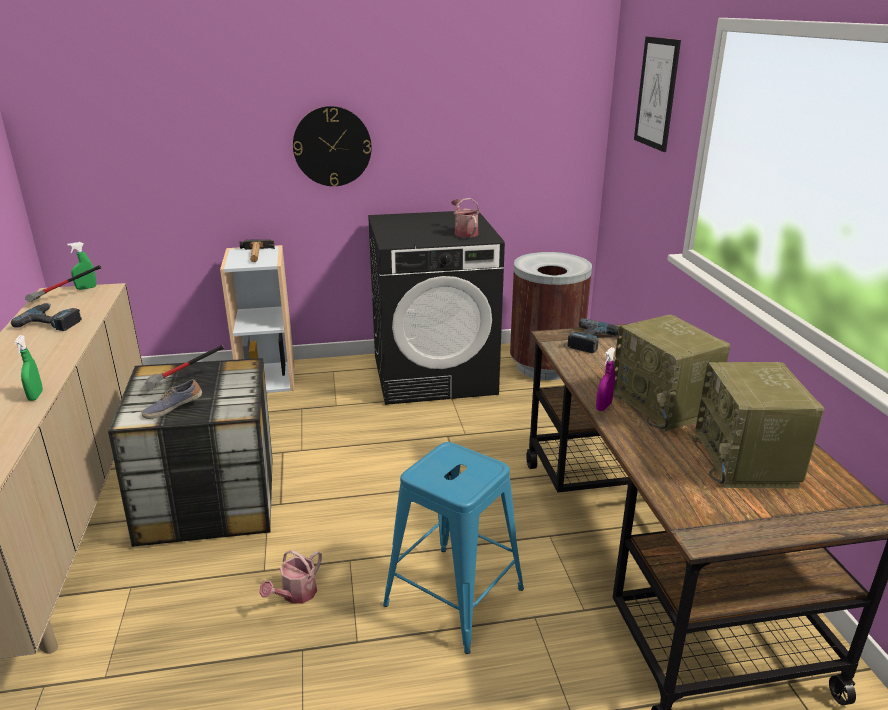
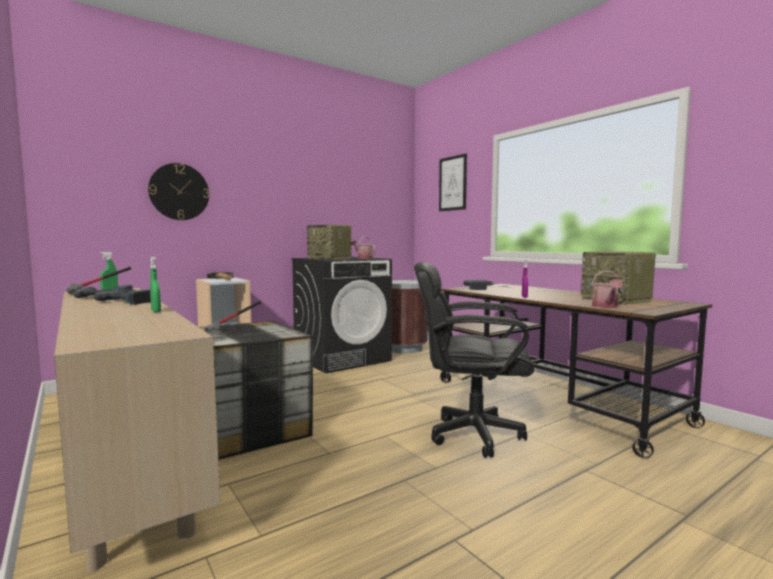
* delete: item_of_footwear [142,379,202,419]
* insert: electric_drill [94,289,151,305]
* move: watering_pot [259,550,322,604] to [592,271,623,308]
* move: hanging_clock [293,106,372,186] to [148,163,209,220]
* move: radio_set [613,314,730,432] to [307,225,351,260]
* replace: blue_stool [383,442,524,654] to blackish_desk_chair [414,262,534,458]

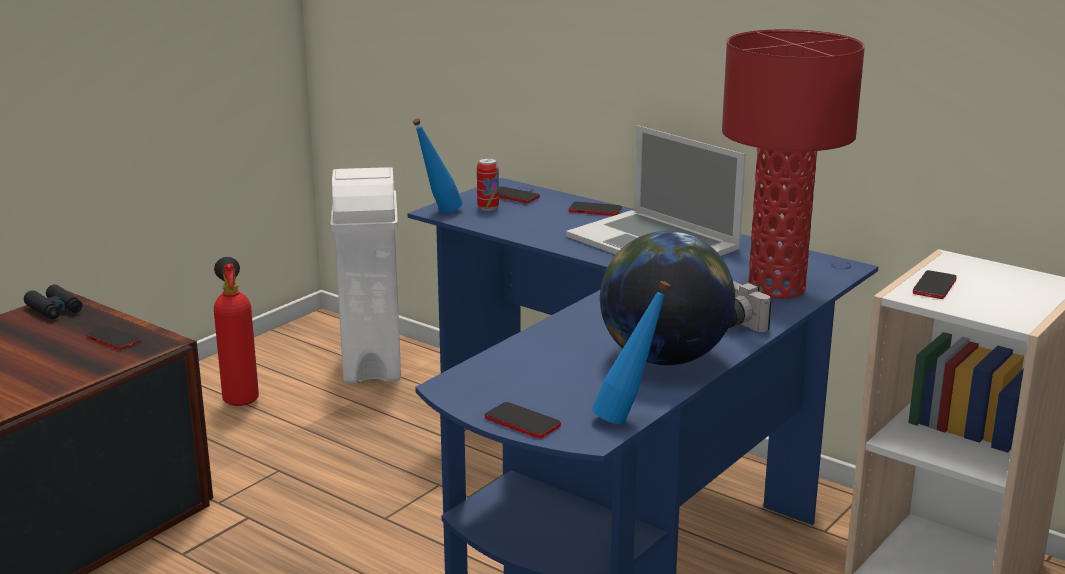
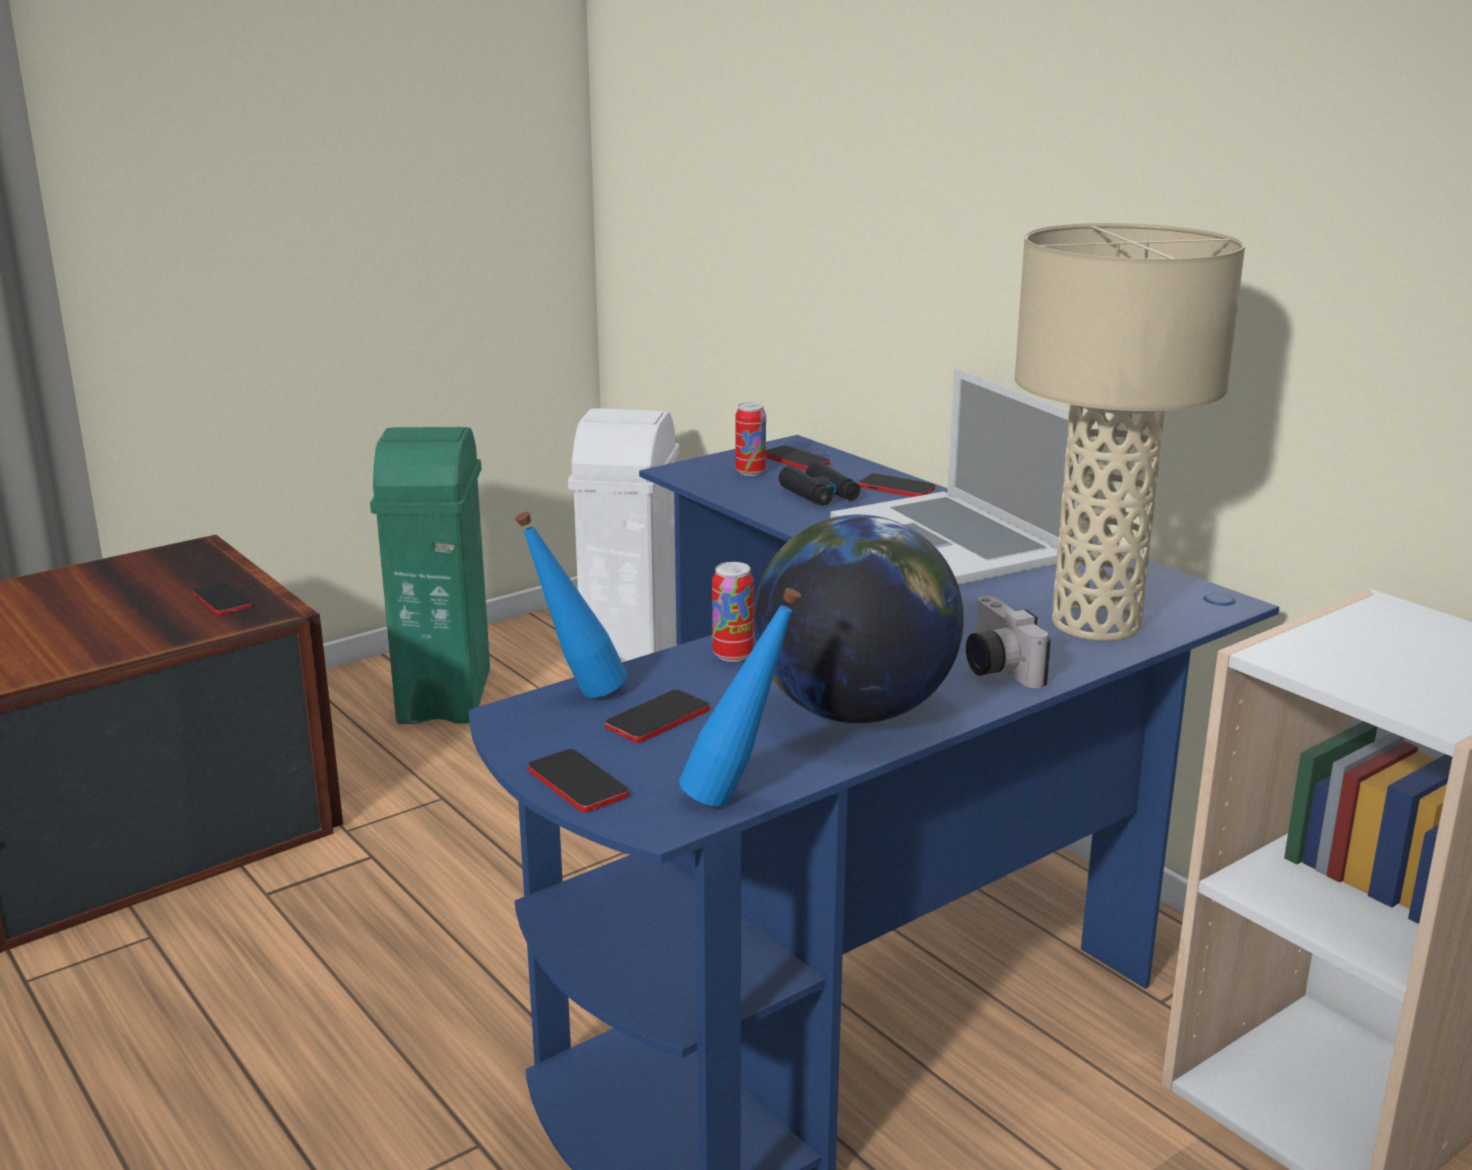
* insert: metal_can [712,562,754,662]
* move: blackish_pair_of_binoculars [24,284,83,319] to [779,461,860,506]
* move: blue_drink_bottle [412,118,463,213] to [515,512,627,698]
* move: phone [913,270,957,299] to [605,690,709,743]
* replace: fire-fighting_cylinder [214,257,259,406] to green-coloured_rubbish_bin [370,427,490,724]
* recolor: reddish_lamp_for_a_table [722,29,865,299] to beige_lamp_for_a_table [1015,223,1245,641]

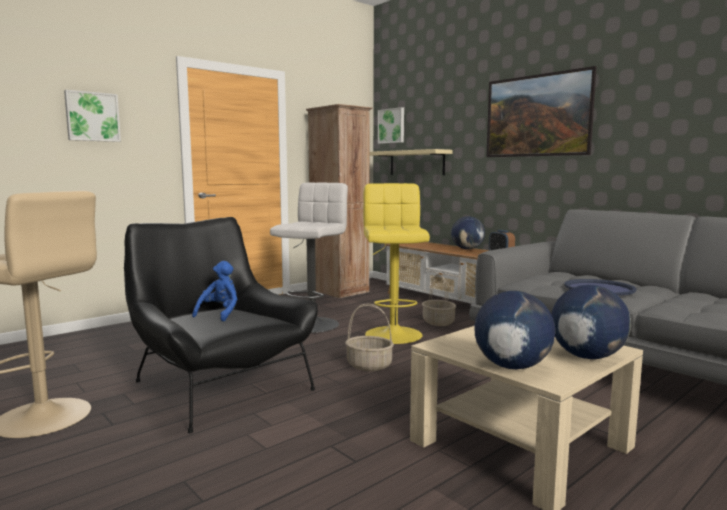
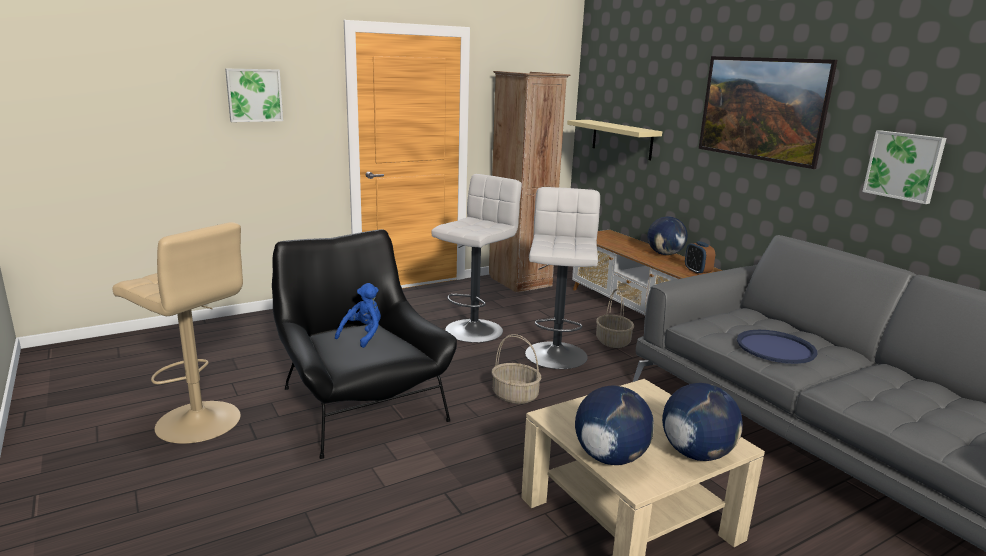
* move: picture [378,107,404,144] to [862,130,947,204]
* recolor: yellow_stool [363,183,430,344] to whitish_stool [525,187,600,369]

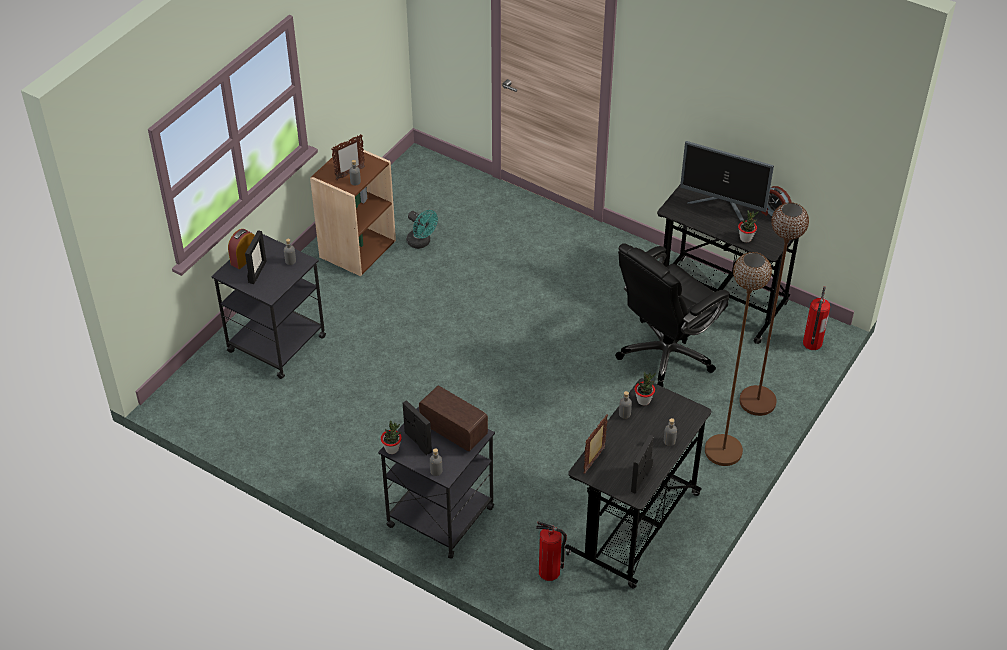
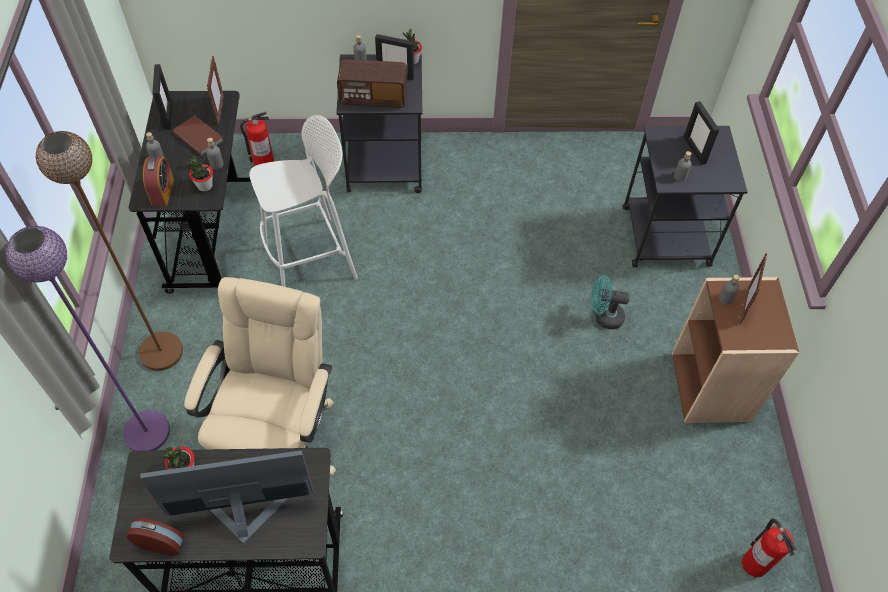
* insert: brown-coloured_volume [173,115,224,156]
* insert: whitish_stool [249,115,358,287]
* move: bedside_clock [228,229,255,269] to [143,156,174,206]
* move: turquoise-coloured_fan [406,210,438,249] to [592,275,630,329]
* move: fire-fighting_cylinder [803,286,830,350] to [742,519,796,577]
* recolor: blackish_desk_chair [615,243,730,387] to beige_desk_chair [184,277,336,476]
* recolor: brown-coloured_standard_lamp [739,202,809,416] to purple-coloured_standard_lamp [5,226,170,451]

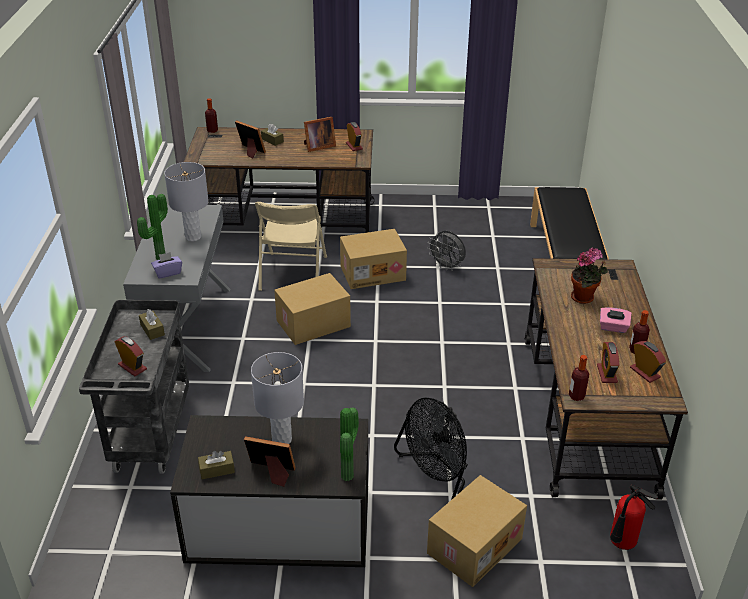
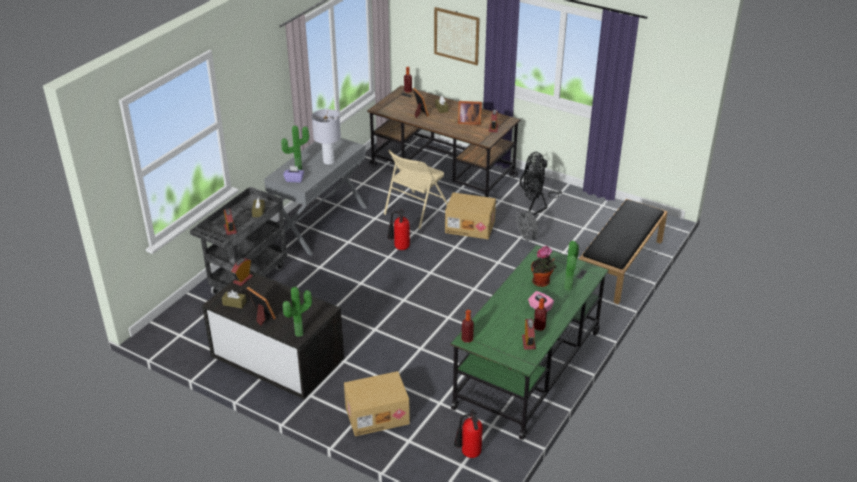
* delete: grey_lamp_for_a_table [251,352,304,444]
* insert: picture [434,7,480,65]
* insert: houseplant [564,241,579,291]
* move: blackish_fan [394,398,468,500] to [520,152,563,215]
* move: bedside_clock [597,342,619,383] to [231,258,253,286]
* replace: cardboard_box [274,273,351,345] to fire-fighting_cylinder [387,209,410,250]
* recolor: brown-coloured_desk_unit [524,258,688,500] to green-coloured_desk_unit [451,245,609,440]

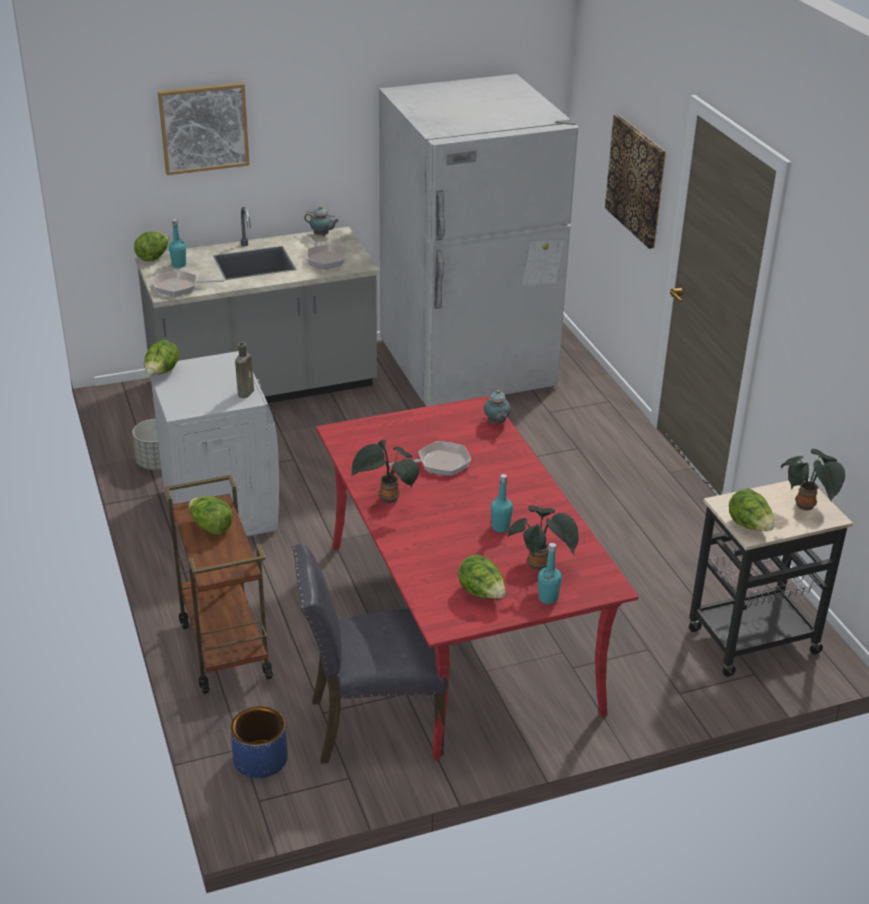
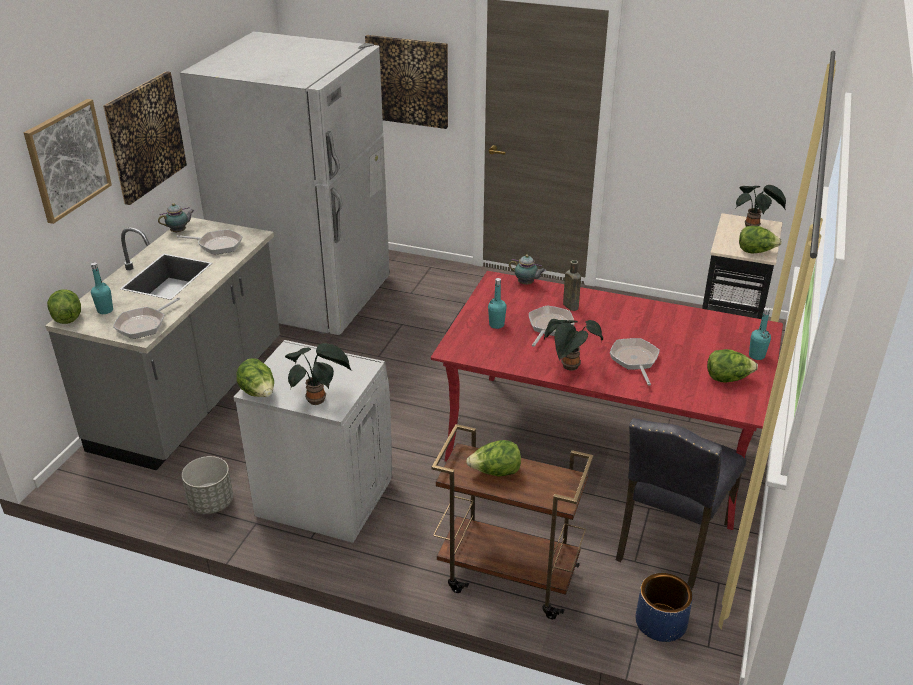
* insert: picture [103,71,187,205]
* insert: skillet [610,338,660,385]
* move: brown-coloured_drink_bottle [235,342,254,398] to [563,260,581,311]
* move: turquoise-coloured_drink_bottle [491,474,513,533] to [488,278,507,329]
* move: houseplant [508,505,578,571] to [285,343,352,405]

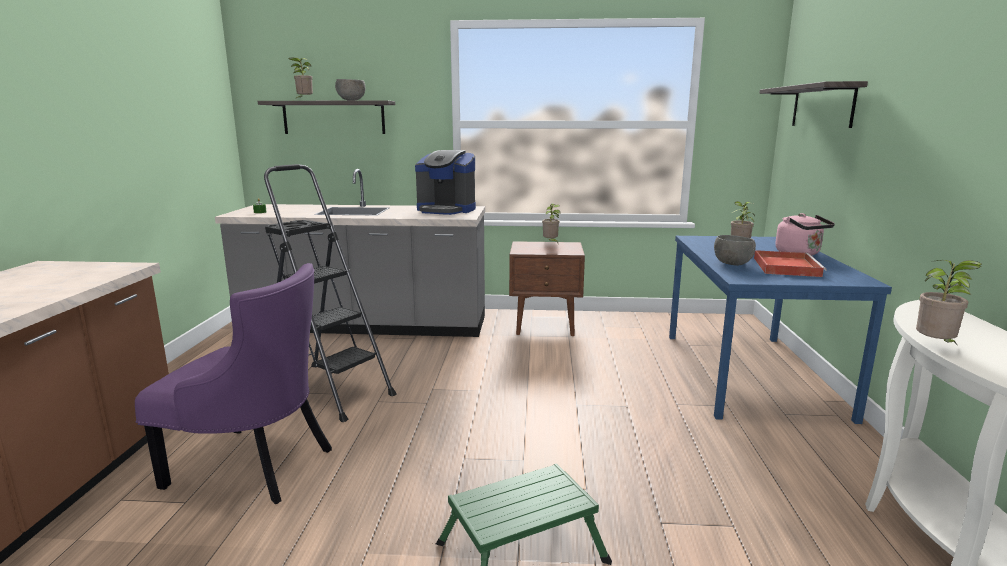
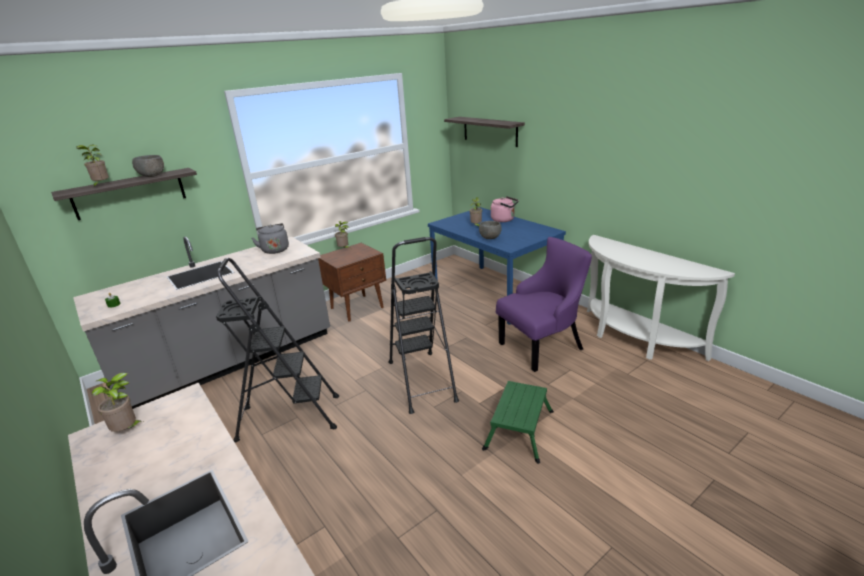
* delete: reddish_carrying_tray [754,250,826,277]
* insert: step_stool [388,237,459,414]
* move: purple-coloured_upright_chair [135,263,332,504] to [495,237,592,372]
* move: houseplant [916,260,983,344] to [92,372,143,432]
* replace: coffee_machine [415,150,476,215] to grey_kettle [252,223,289,254]

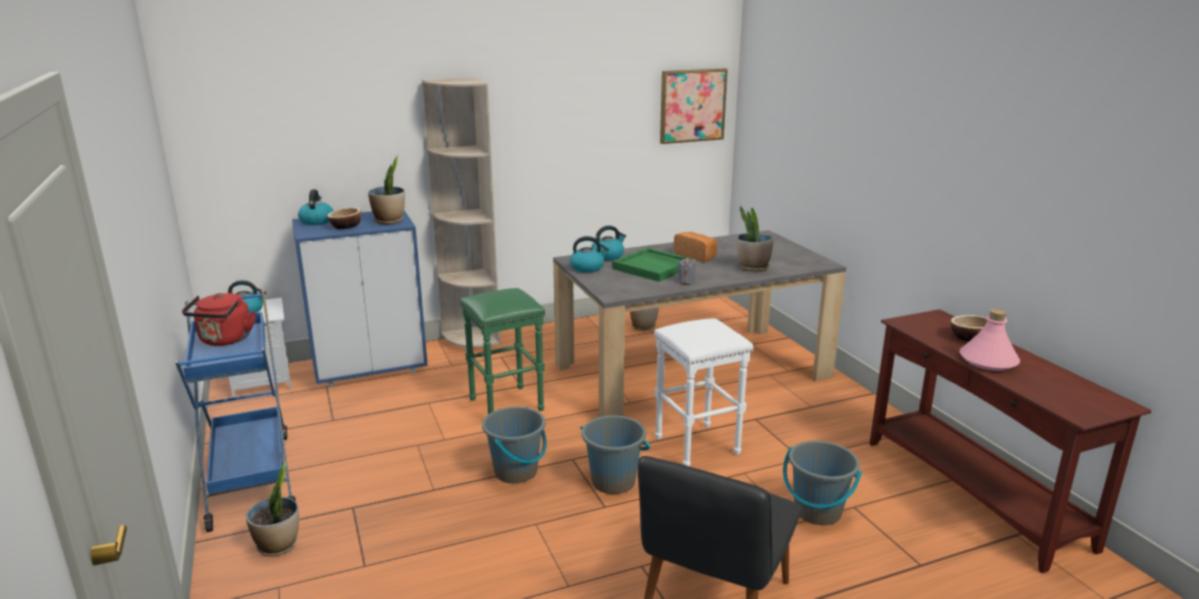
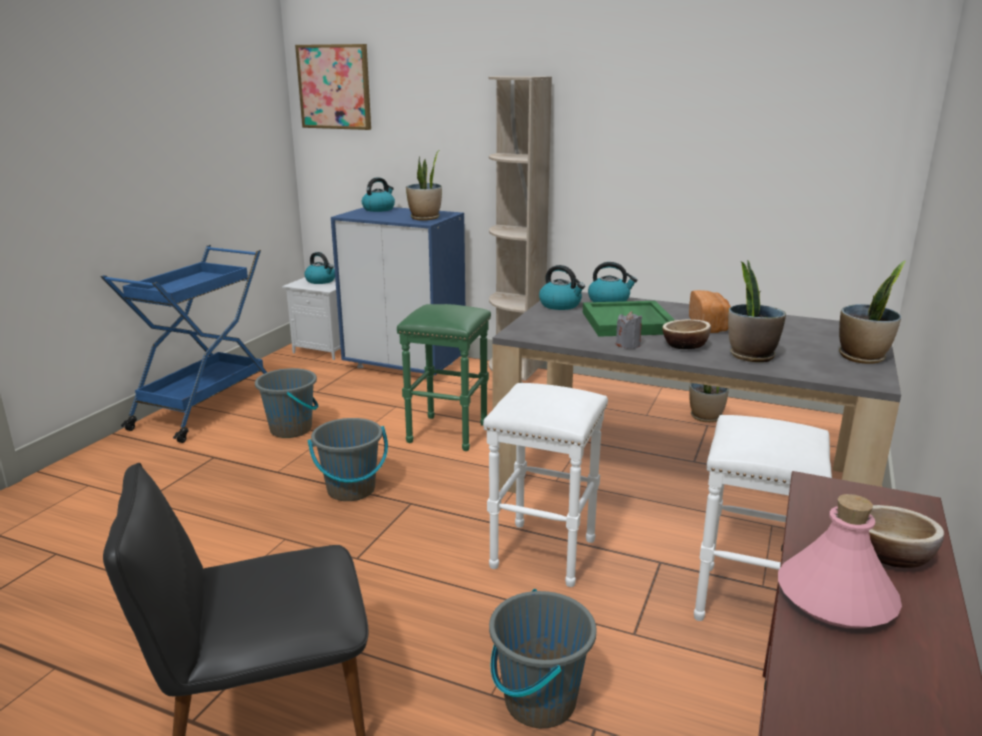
* delete: reddish_kettle [182,293,255,346]
* insert: whitish_stool [694,415,832,621]
* move: houseplant [246,461,299,556] to [839,261,906,364]
* move: deep_dish [327,208,361,229] to [662,319,711,349]
* move: grey_pail [580,415,650,494] to [255,368,318,438]
* move: picture [660,68,728,144] to [295,44,371,130]

